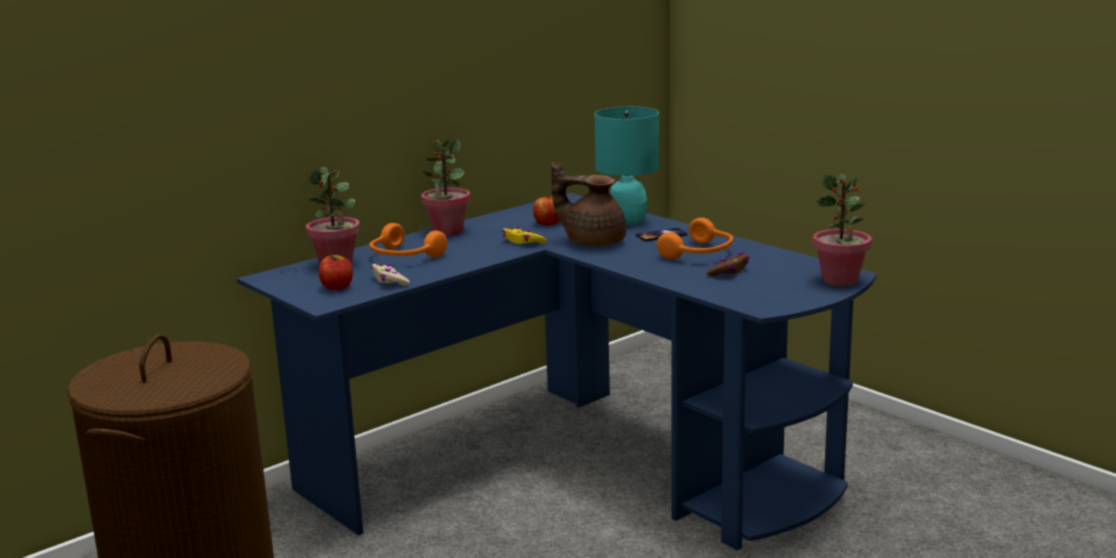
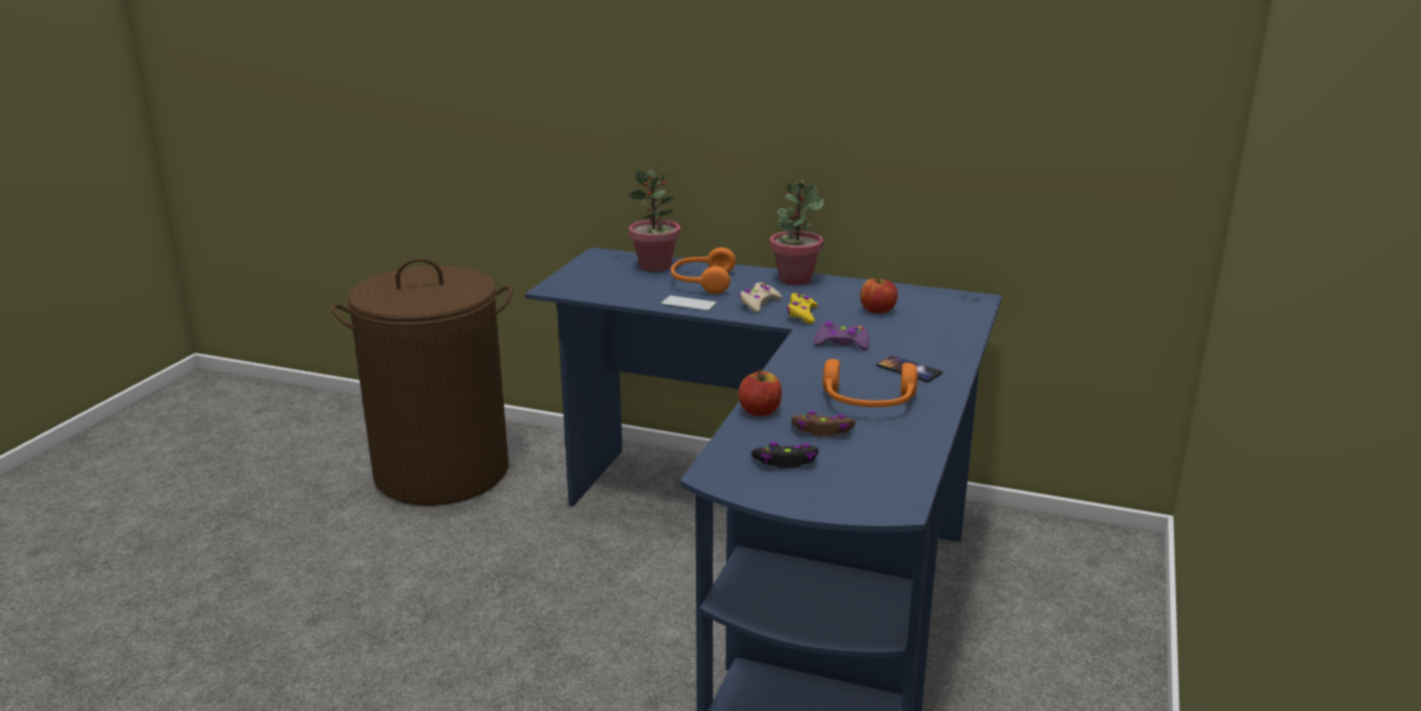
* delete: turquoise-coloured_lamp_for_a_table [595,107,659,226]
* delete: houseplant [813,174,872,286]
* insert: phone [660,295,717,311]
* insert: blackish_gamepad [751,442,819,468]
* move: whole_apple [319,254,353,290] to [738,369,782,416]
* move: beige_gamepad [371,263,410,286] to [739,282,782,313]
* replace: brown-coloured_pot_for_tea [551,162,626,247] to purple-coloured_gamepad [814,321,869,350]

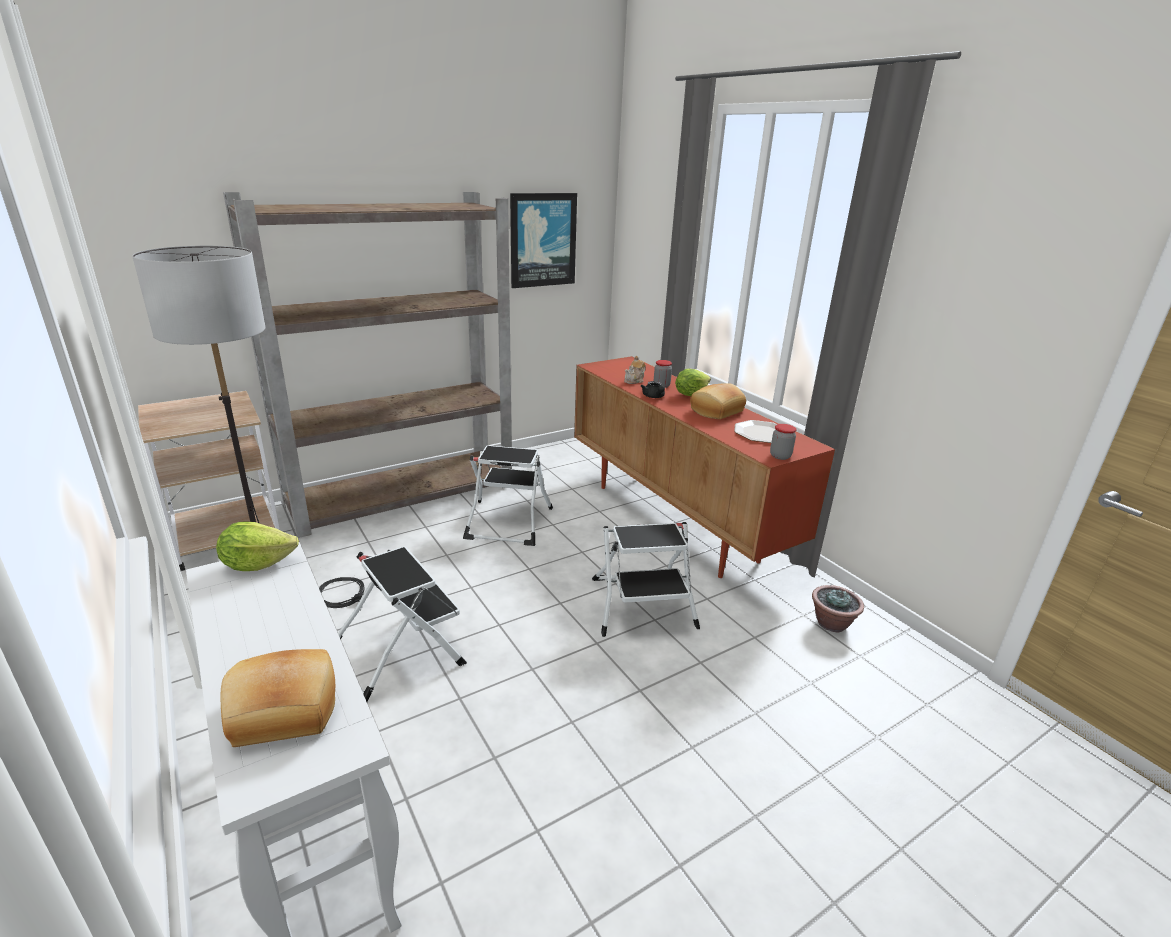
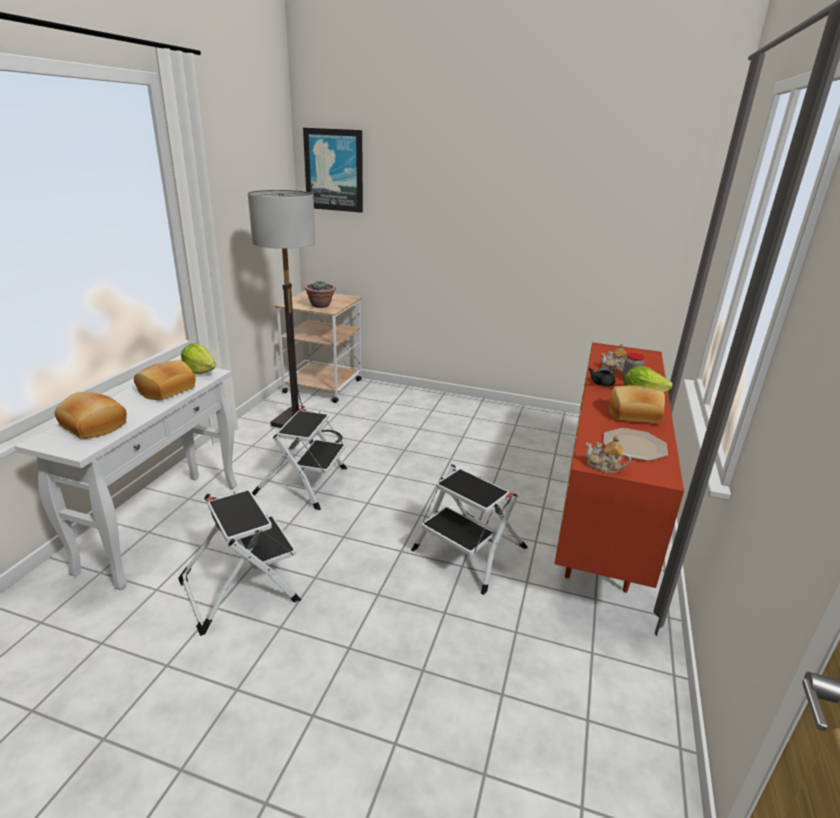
* delete: brown-coloured_bookcase [223,192,512,538]
* insert: baked_bread [134,360,196,400]
* move: step_stool [463,445,553,546] to [178,490,301,636]
* move: picture [510,193,577,288] to [303,128,363,213]
* move: houseplant [812,585,864,632] to [304,281,336,308]
* replace: storage_jar [770,424,796,460] to pot_for_tea [585,436,631,474]

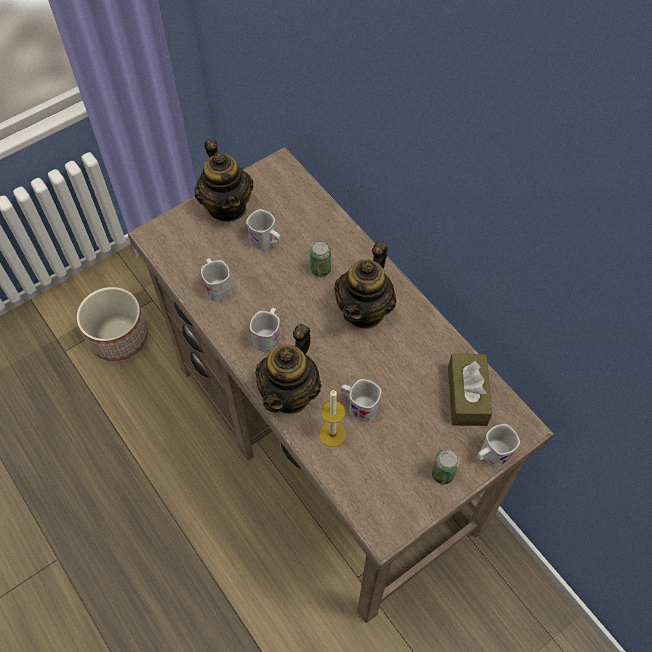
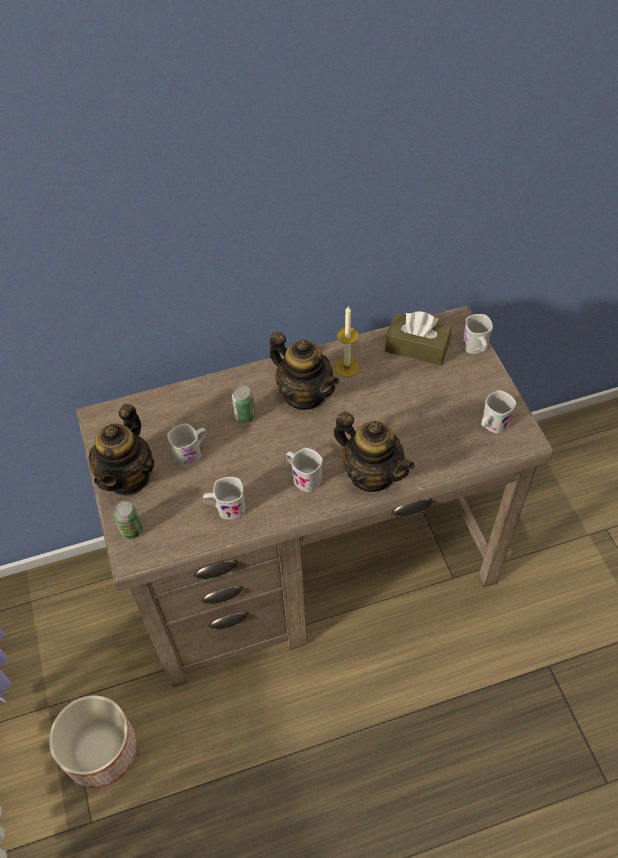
* move: candle [319,390,346,447] to [335,306,359,377]
* move: whitish_mug [341,379,381,422] to [481,390,516,434]
* move: metal_can [431,449,460,484] to [113,501,142,539]
* rotate: pot_for_tea [195,139,253,222] = [88,404,154,496] 105 degrees clockwise

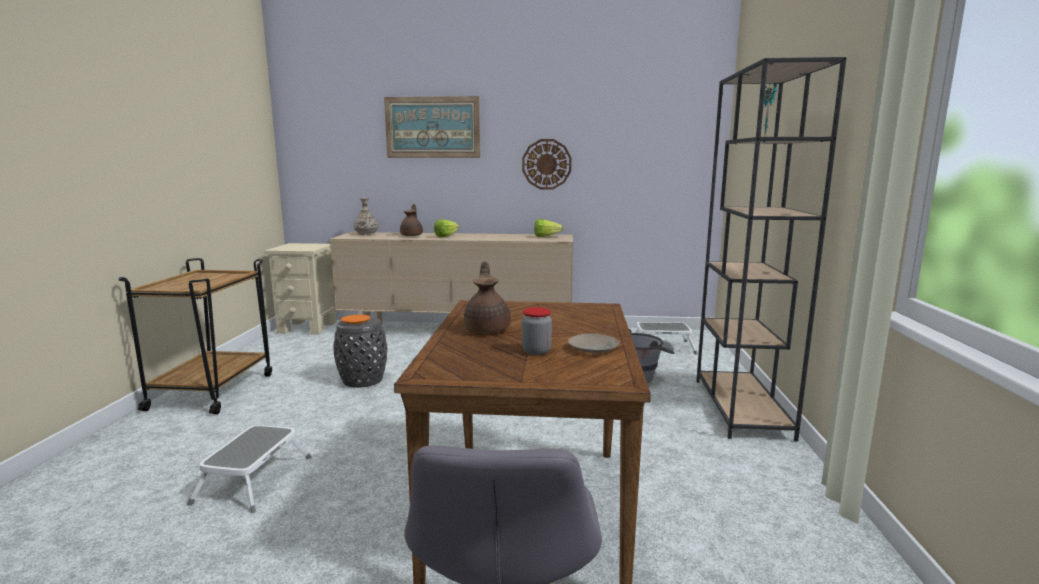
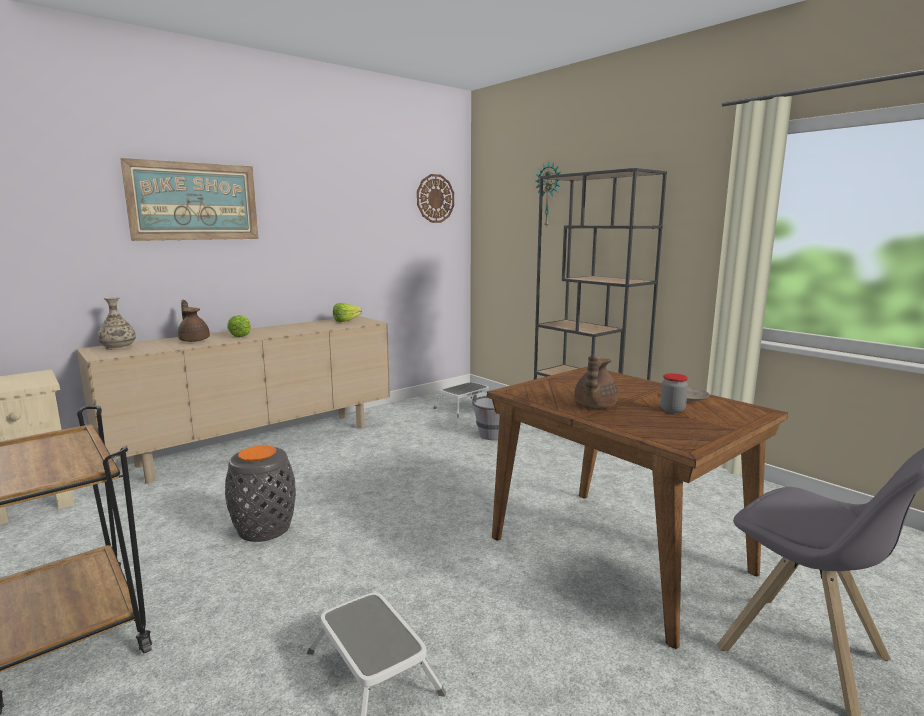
* move: hanging_clock [522,139,572,189] to [417,174,454,223]
* rotate: brown-coloured_pot_for_tea [464,261,511,333] = [574,355,618,408] 105 degrees counterclockwise

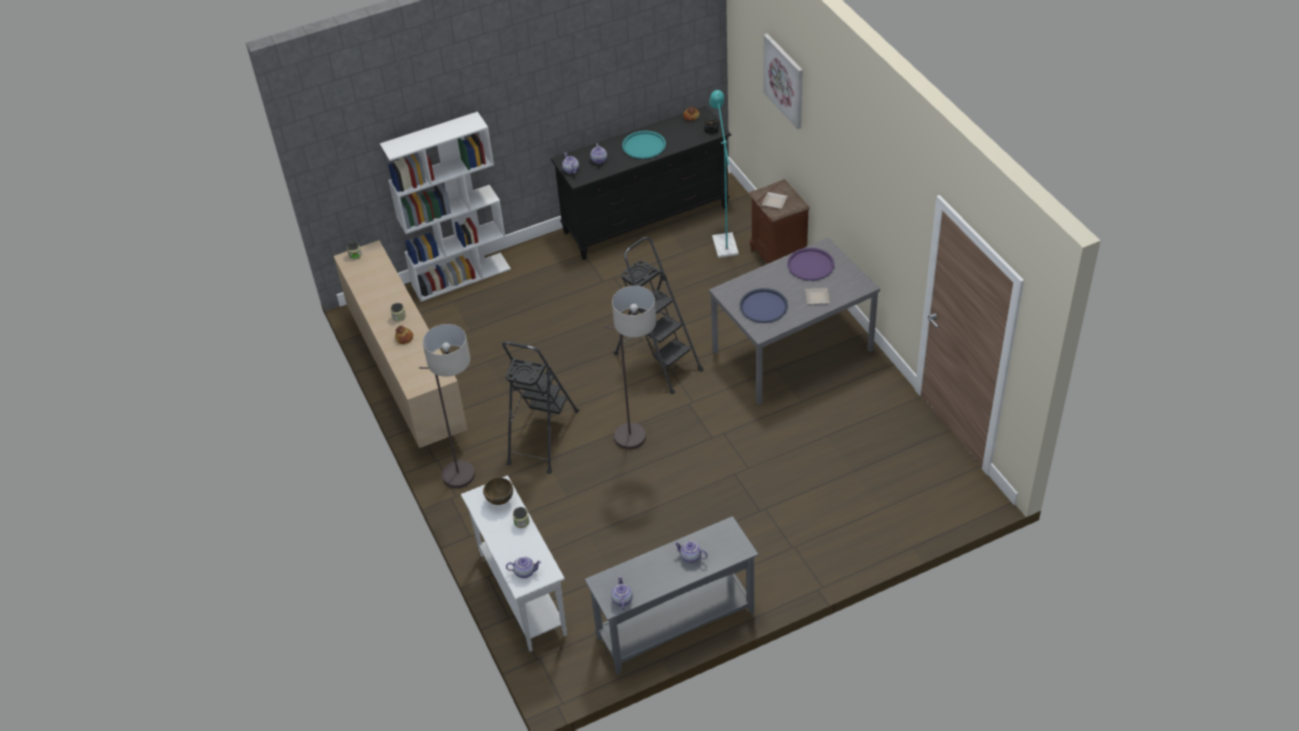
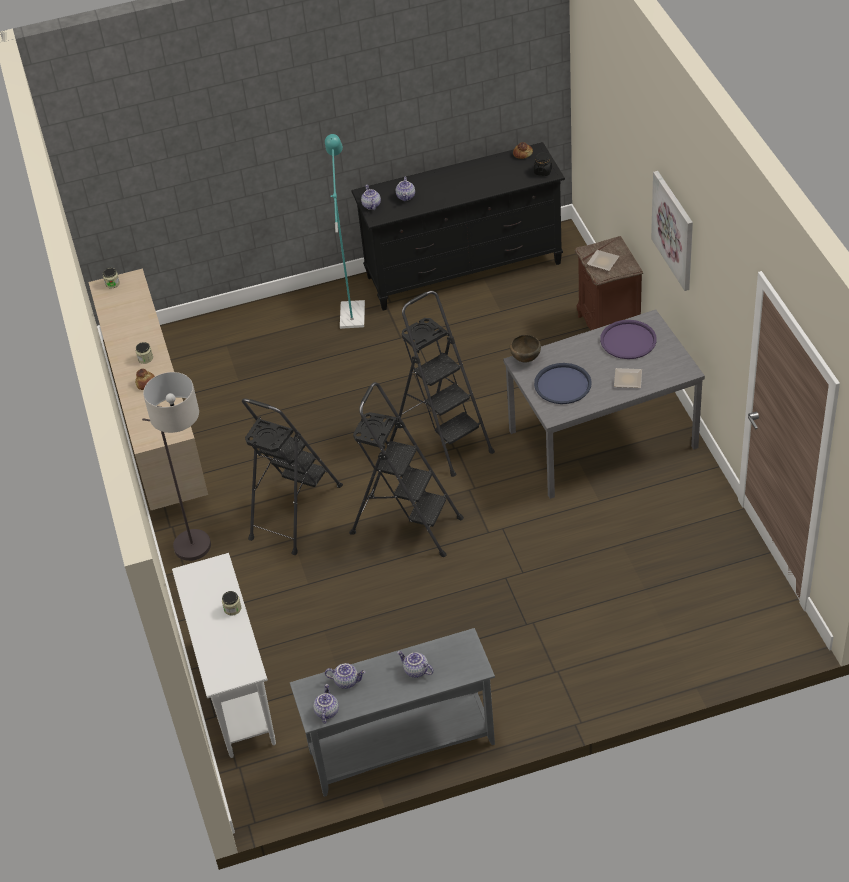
* delete: whitish_bookcase [380,112,511,302]
* delete: turquoise-coloured_carrying_tray [622,131,666,159]
* move: brown-coloured_deep_dish [483,477,513,505] to [510,335,541,363]
* move: pot_for_tea [506,557,541,578] to [325,663,366,689]
* move: turquoise-coloured_standard_lamp [709,90,739,258] to [325,134,365,329]
* move: picture [763,34,803,129] to [651,171,693,291]
* replace: grey_standard_lamp [605,286,656,449] to step_stool [349,382,464,557]

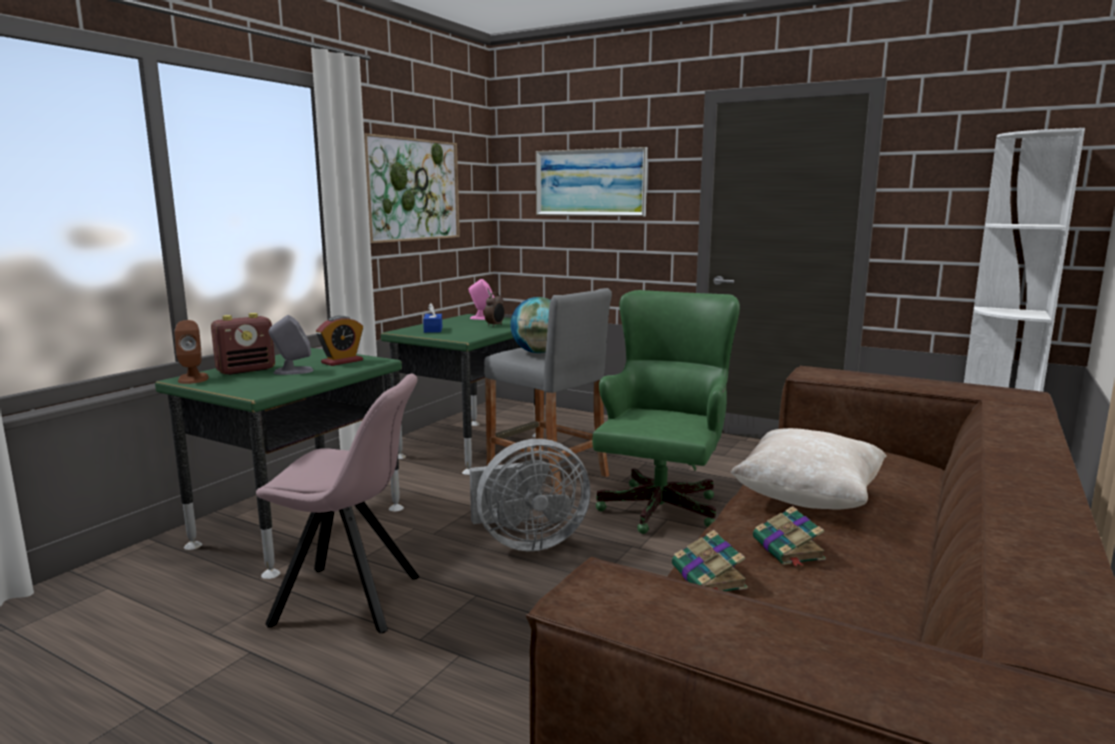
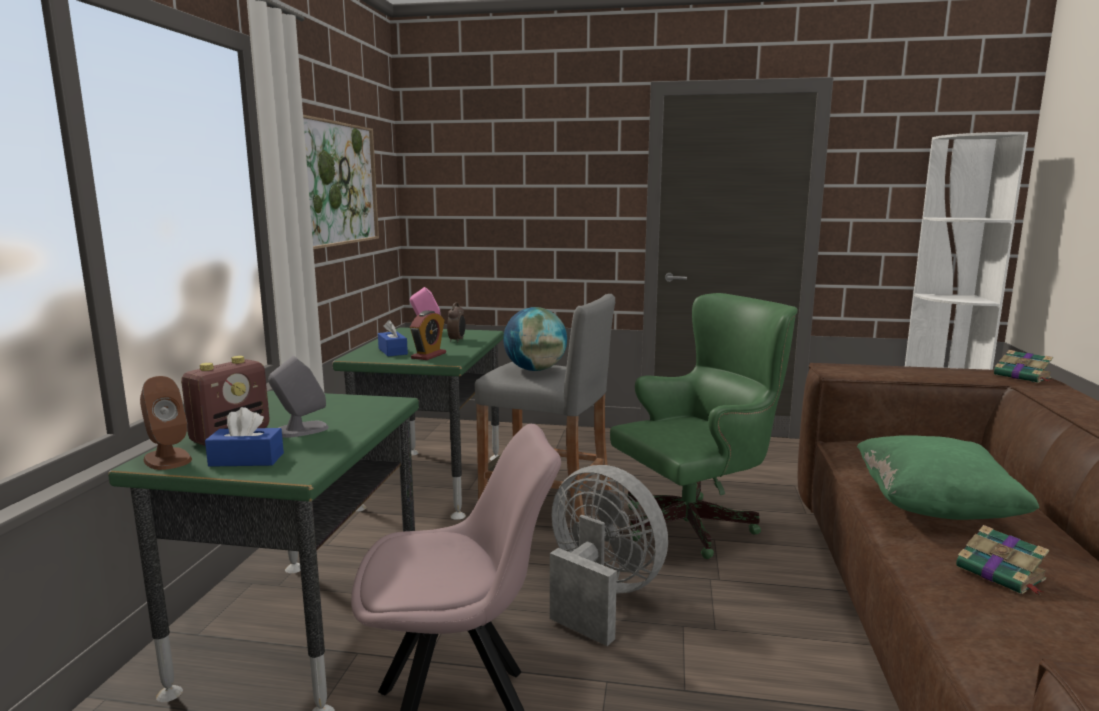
* delete: picture [536,147,648,217]
* insert: blue_tissue_holder [205,407,284,467]
* move: bedside_clock [316,316,363,366] to [410,311,446,360]
* move: volume [672,530,748,591] to [994,350,1053,383]
* recolor: beige_throw_pillow [730,428,887,510] to green-coloured_throw_pillow [857,435,1039,520]
* rotate: grey_fan [470,439,591,551] = [550,465,668,646] 105 degrees counterclockwise
* rotate: green-coloured_desk_chair [592,290,740,534] = [610,293,798,559] 60 degrees clockwise

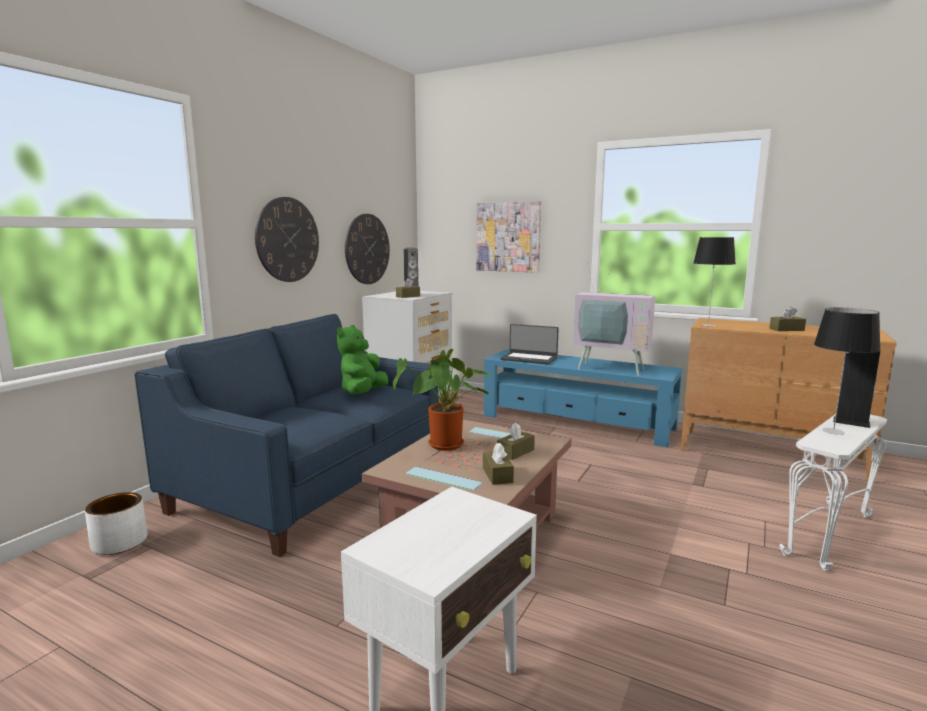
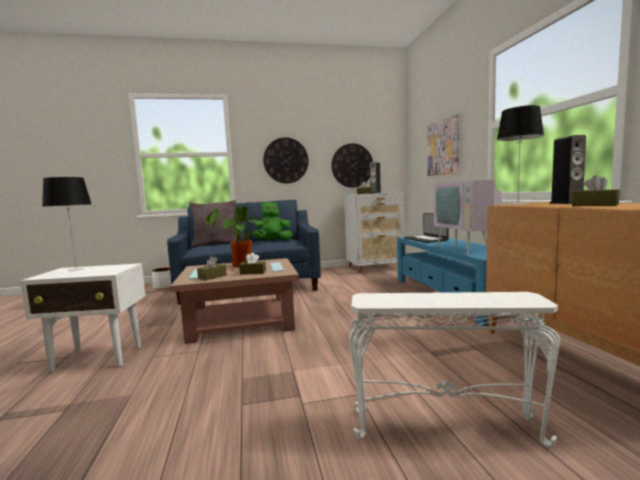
* insert: grey_throw_pillow [189,200,237,247]
* move: lamp_for_a_table [814,308,880,435] to [42,177,91,271]
* move: loudspeaker [833,349,881,428] to [550,135,586,204]

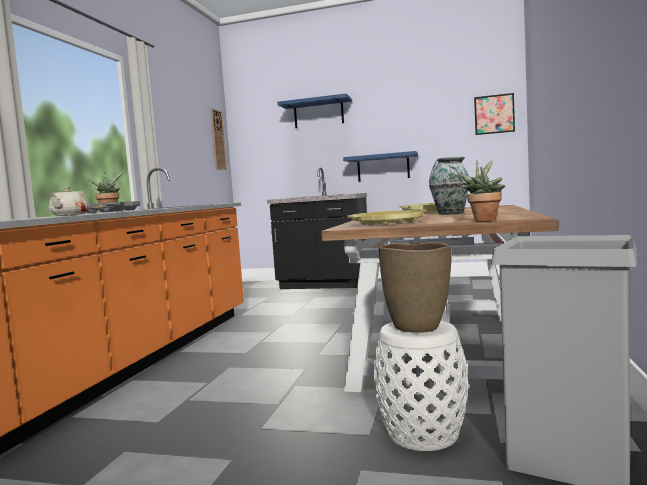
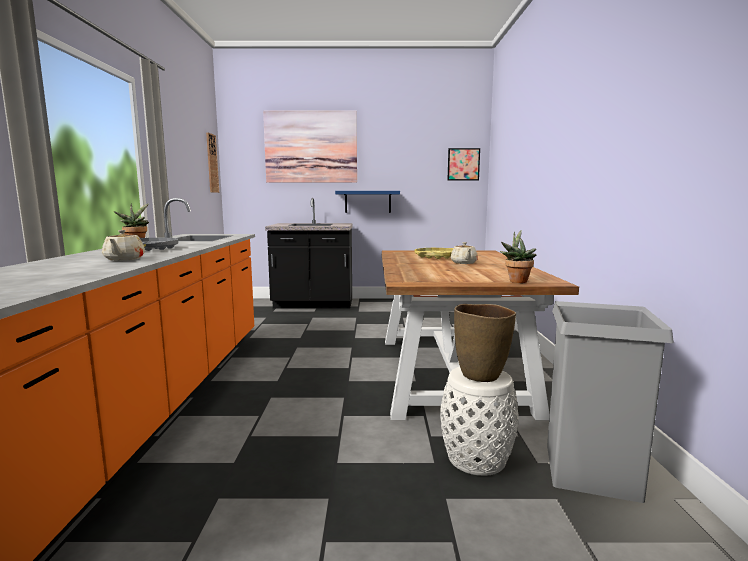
* delete: yellow_carrying_tray [347,210,427,226]
* replace: blue_shelf [277,94,352,128] to picture [263,111,357,183]
* replace: vase [429,157,469,215] to beige_pot_for_tea [451,242,478,264]

